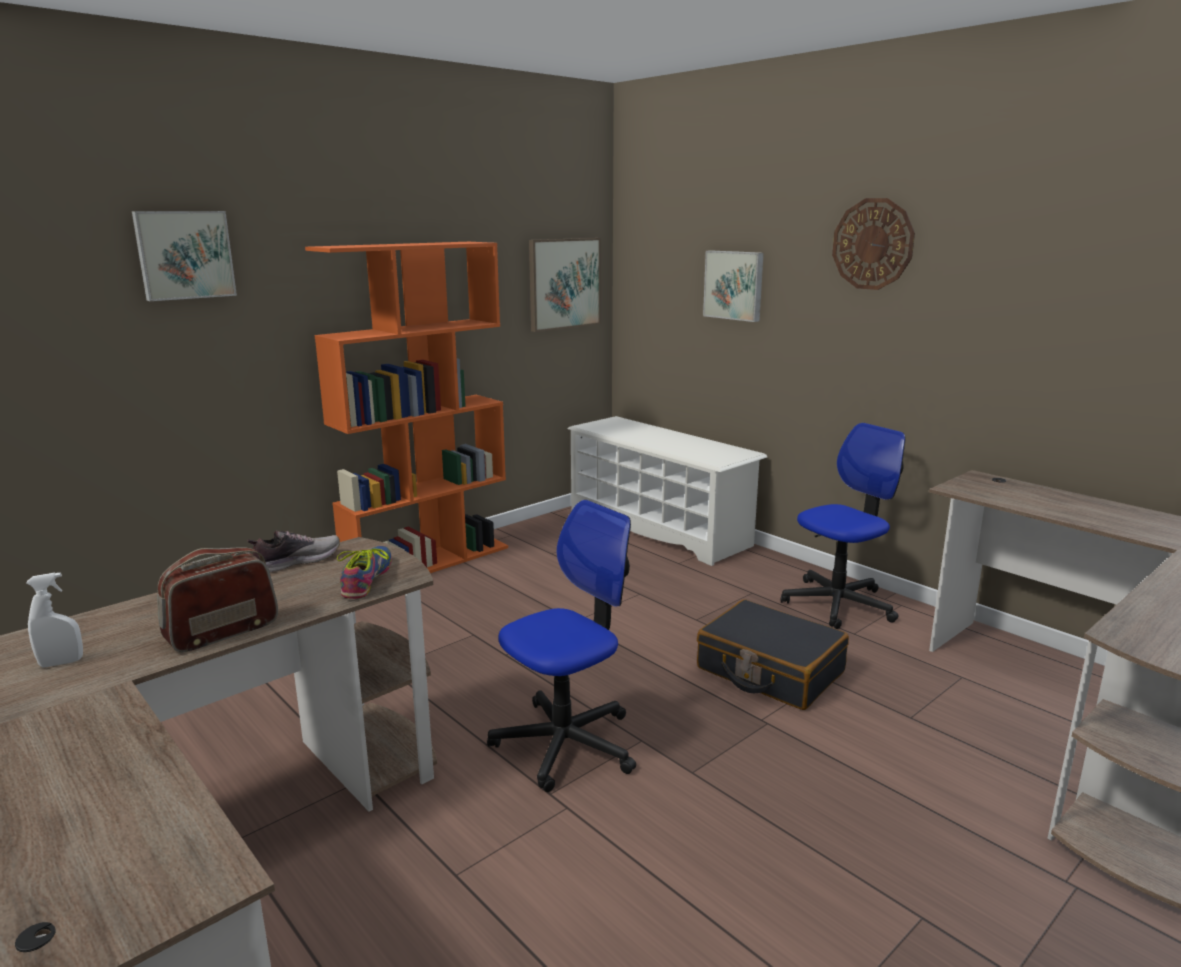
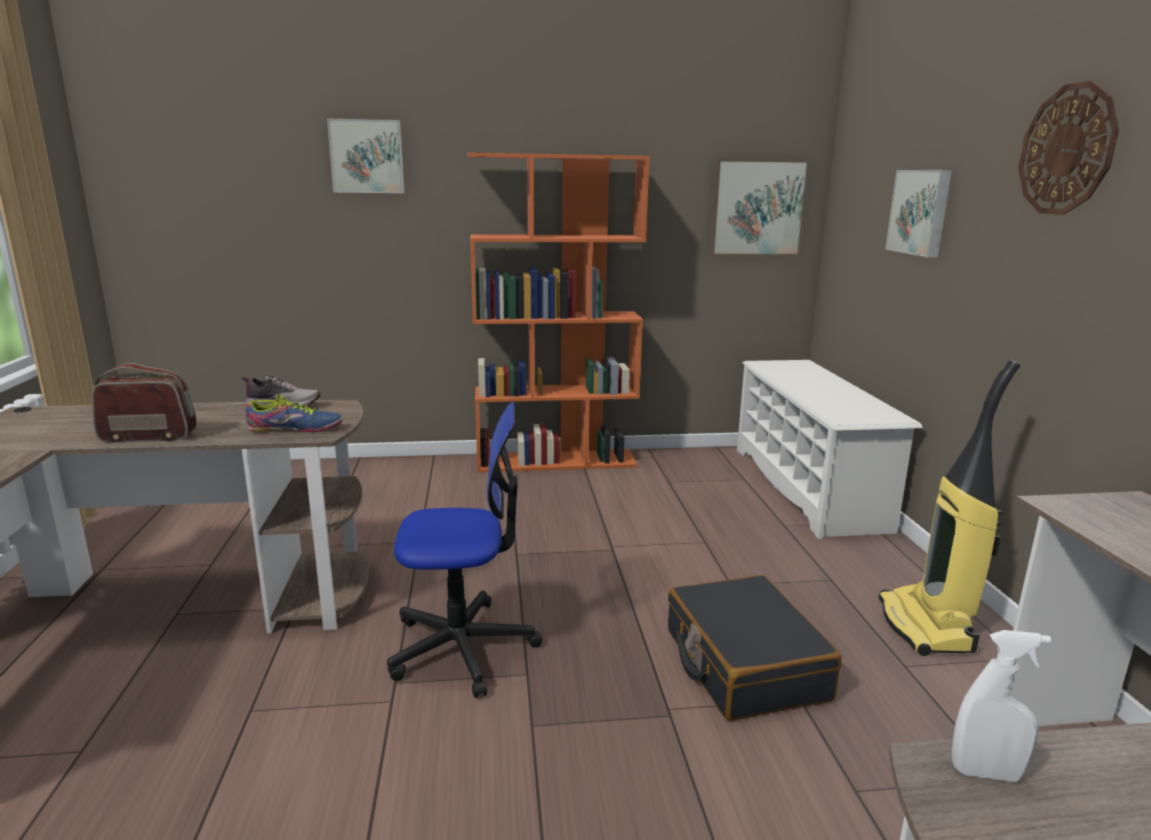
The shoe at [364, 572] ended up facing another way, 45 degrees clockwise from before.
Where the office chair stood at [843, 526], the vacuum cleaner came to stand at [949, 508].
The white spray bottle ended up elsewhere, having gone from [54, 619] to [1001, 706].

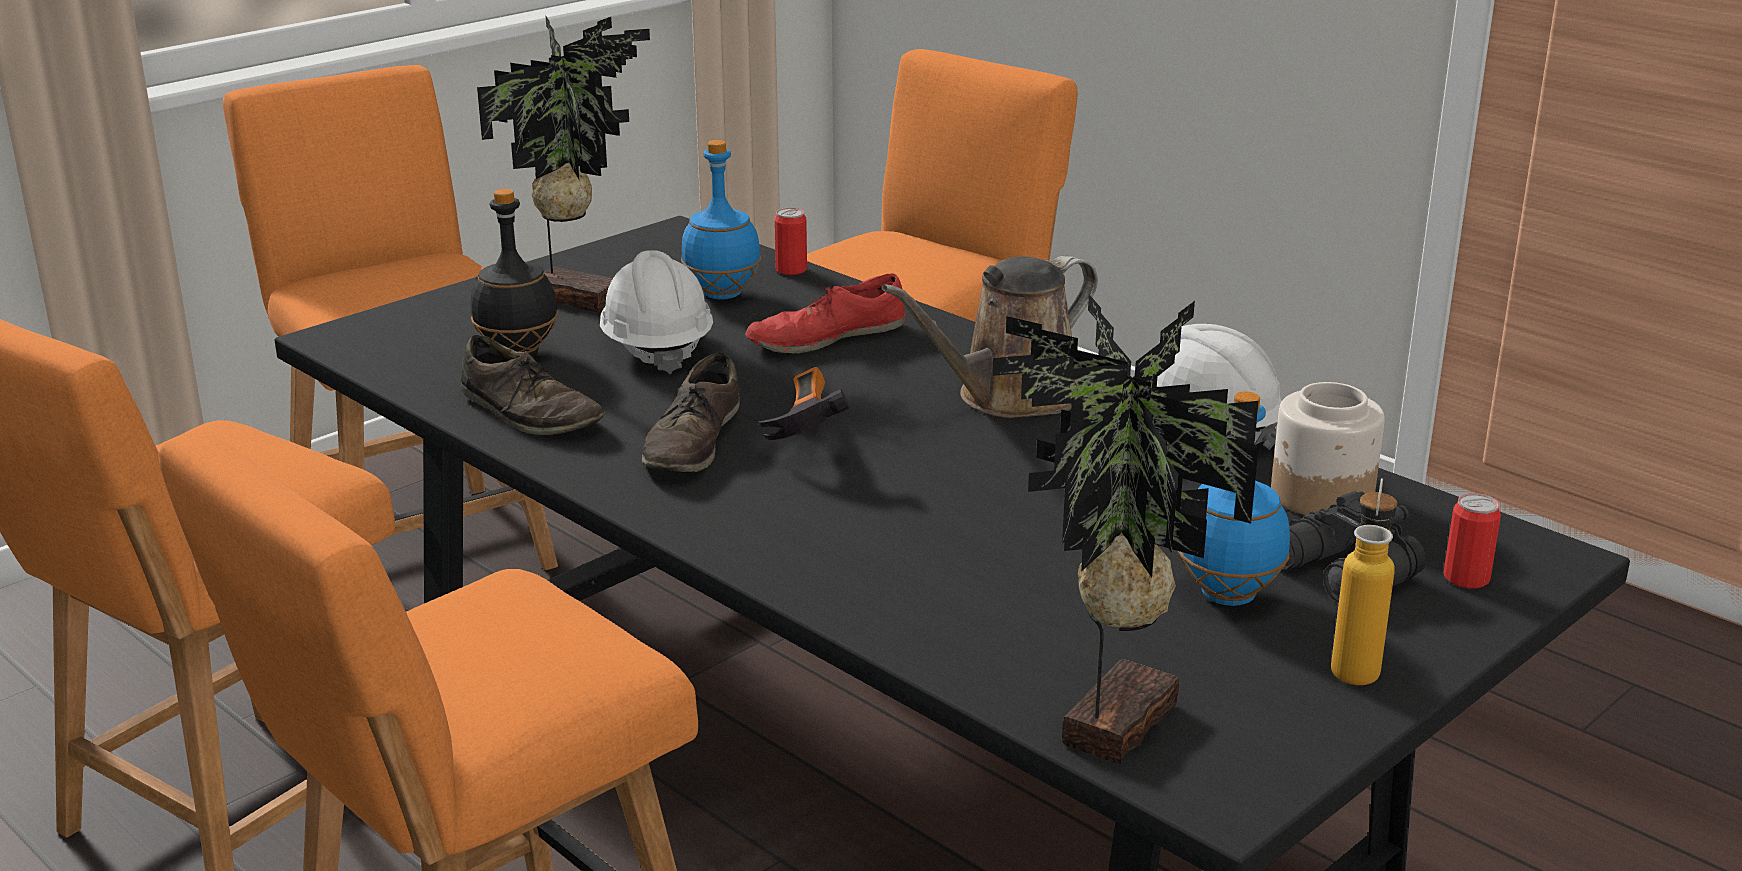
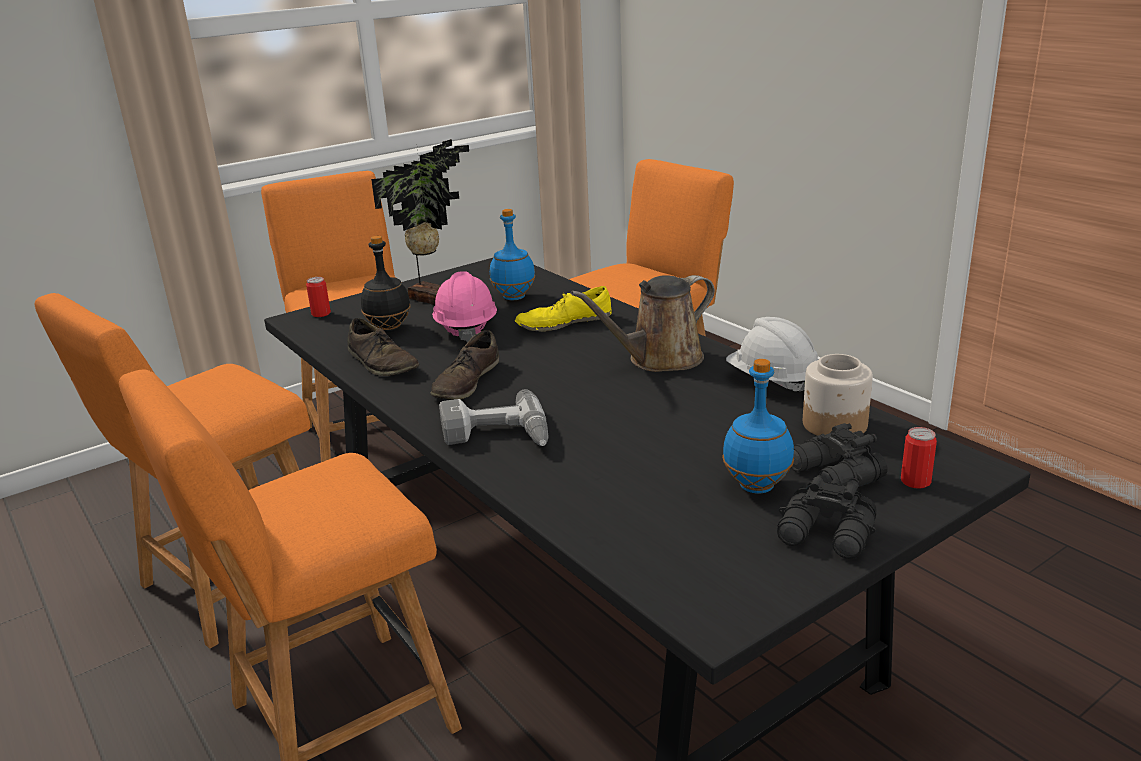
The can ended up elsewhere, having gone from [791, 241] to [318, 297].
What was the white hard hat at [656, 312] turned into the pink hard hat at [464, 306].
The second view gained the power drill at [494, 417].
What was the red shoe at [825, 313] turned into the yellow shoe at [563, 309].
Where the bottle stood at [1364, 581], the black binoculars came to stand at [826, 517].
The second view lost the hammer at [803, 403].
The second view lost the potted plant at [1125, 529].

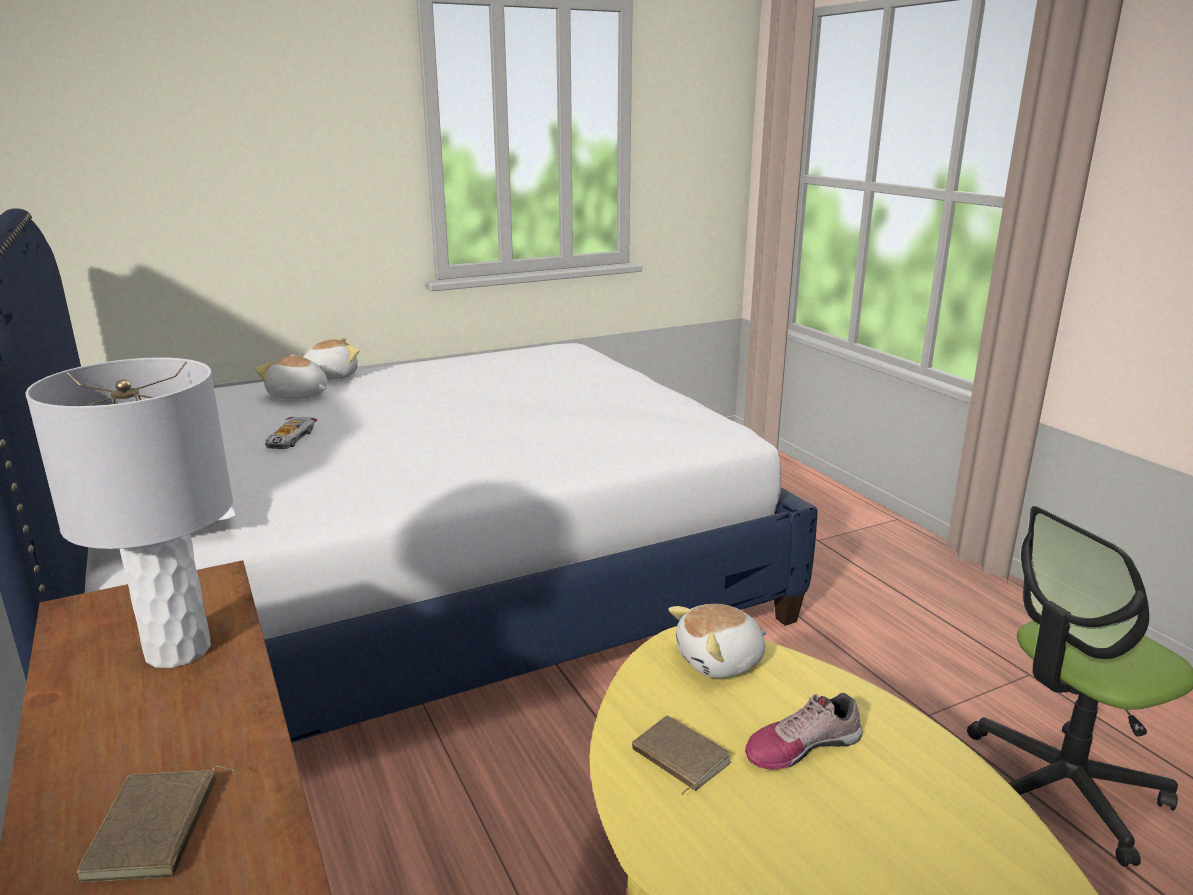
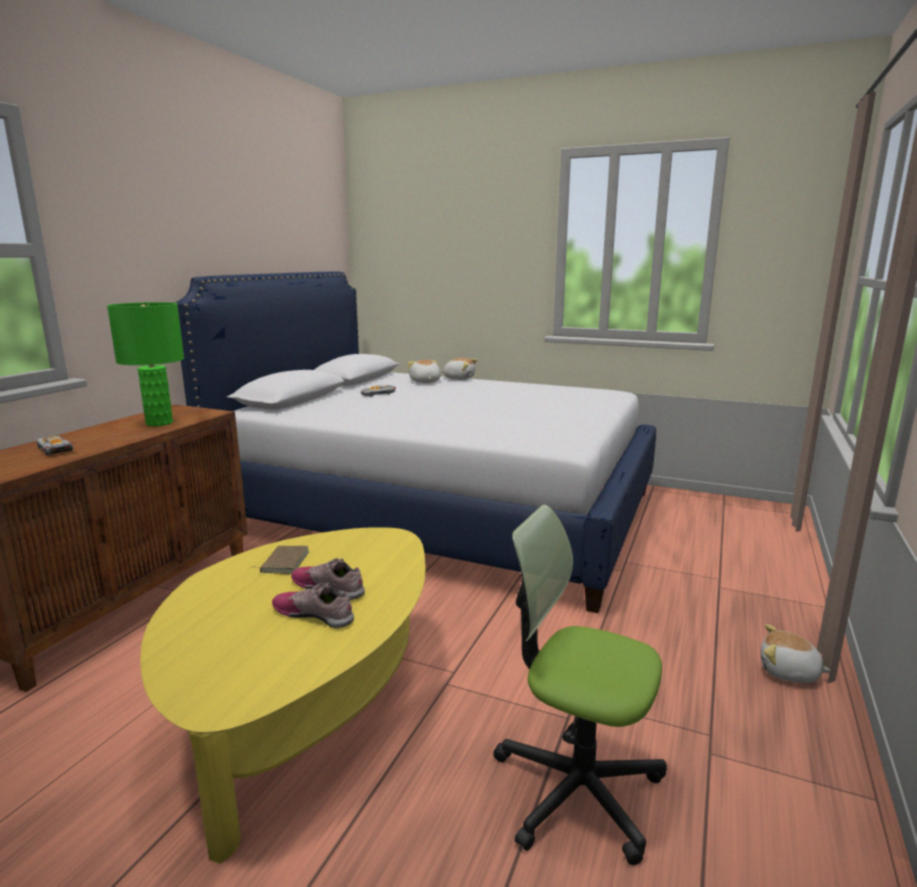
Where the brown book stood at [159, 824], the toy car came to stand at [55, 445].
What was the grey table lamp at [129, 512] turned into the green table lamp at [145, 364].
The second view gained the shoe at [313, 605].
The plush toy ended up elsewhere, having gone from [717, 641] to [795, 653].

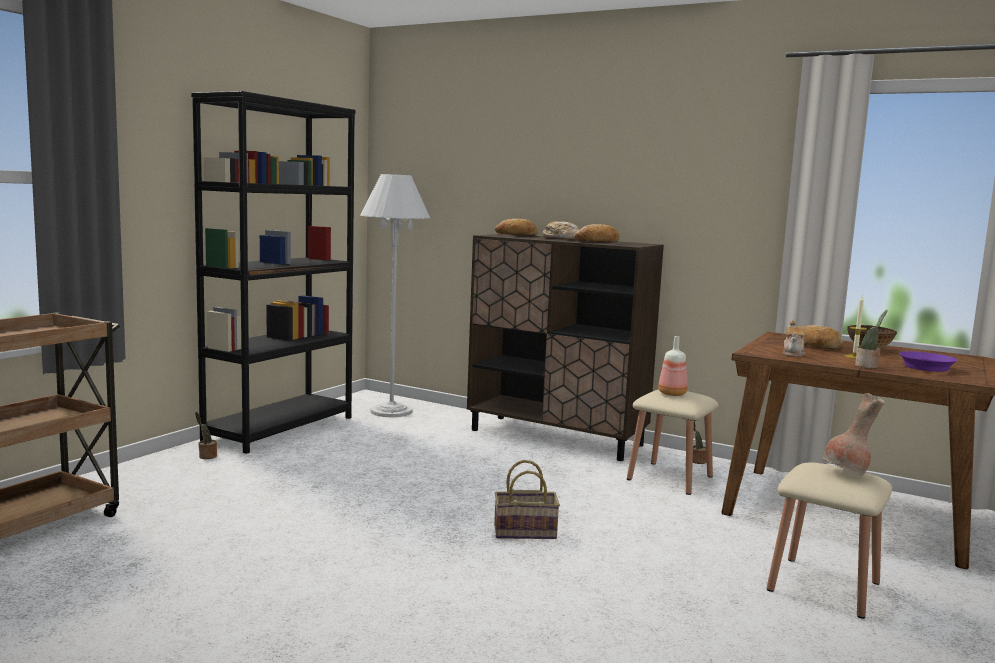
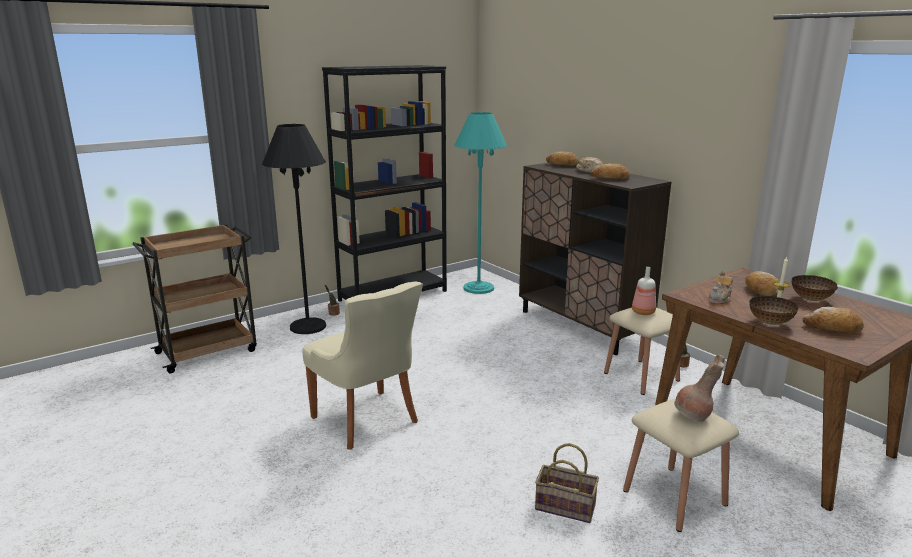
The second view gained the black floor lamp at [294, 229].
The second view gained the beige chair at [362, 365].
What was the white floor lamp at [395, 295] turned into the turquoise floor lamp at [480, 203].
The basket ended up elsewhere, having gone from [527, 499] to [567, 483].
Where the potted plant stood at [871, 339], the bowl came to stand at [773, 310].
Where the purple frying pan stood at [928, 361], the bread came to stand at [833, 320].

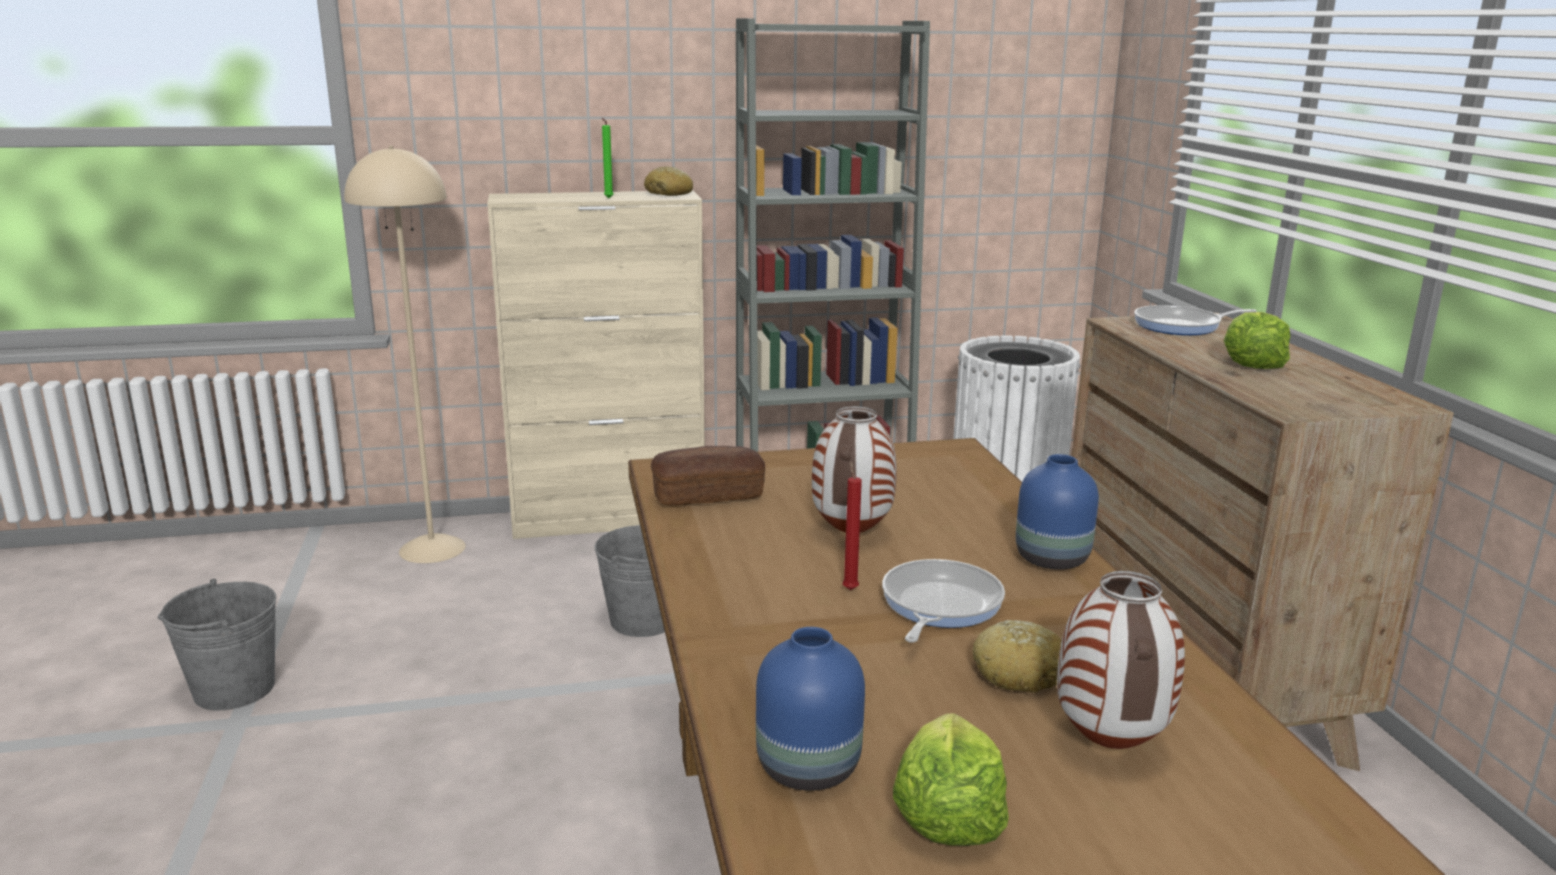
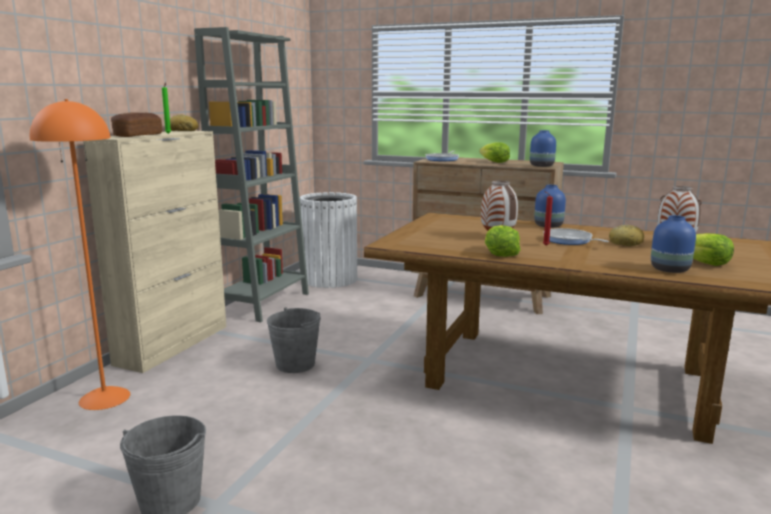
What was the beige floor lamp at [405, 354] turned into the orange floor lamp at [80, 254].
The bread ended up elsewhere, having gone from [708, 476] to [136, 124].
The second view gained the lettuce at [503, 241].
The second view gained the blue vase at [543, 148].

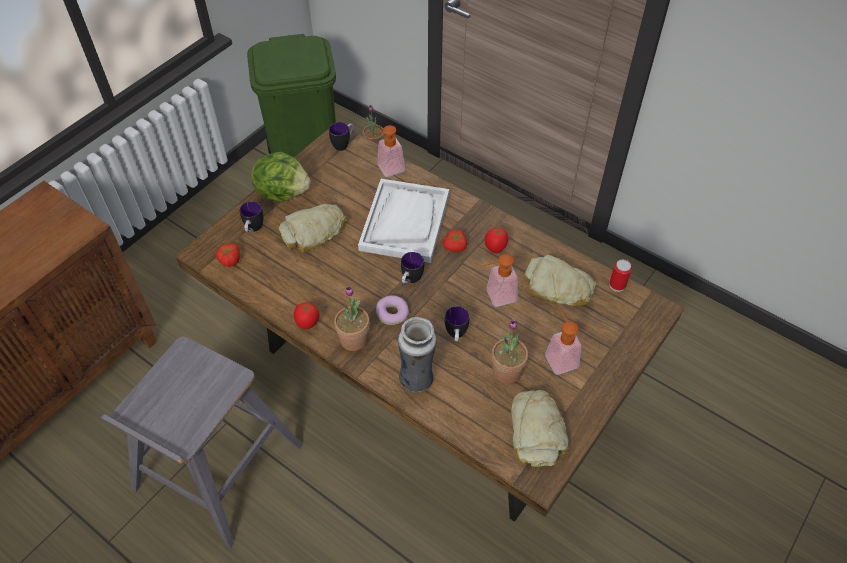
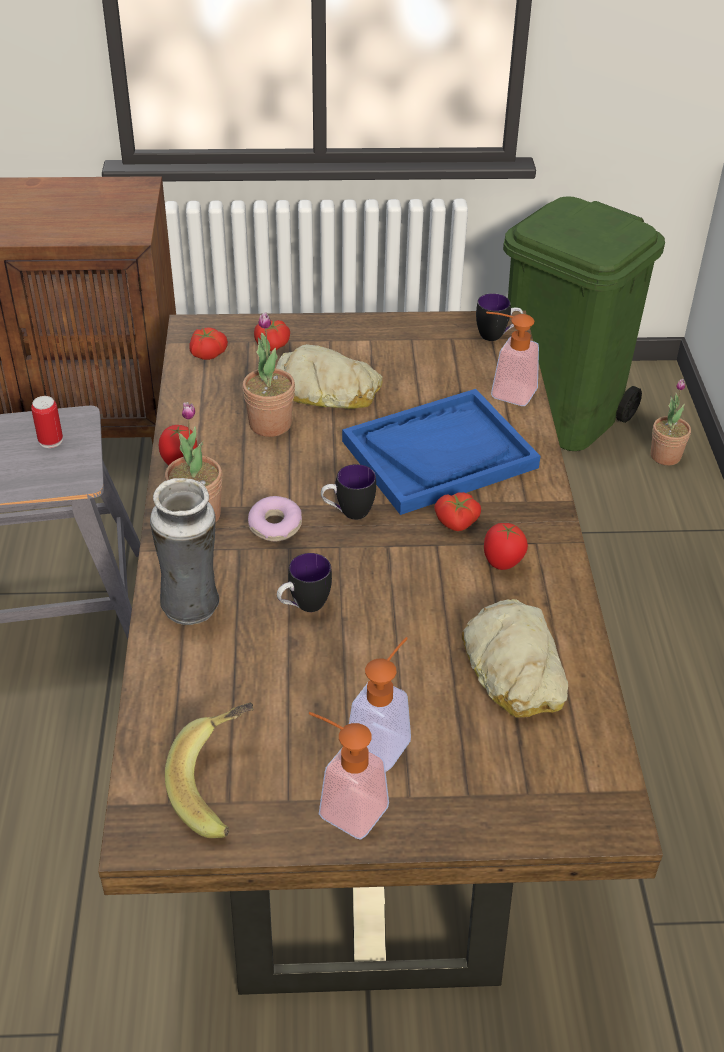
The can ended up elsewhere, having gone from [620, 276] to [47, 422].
Where the bread stood at [540, 428], the banana came to stand at [209, 770].
The potted plant ended up elsewhere, having gone from [510, 351] to [268, 374].
Where the mug stood at [251, 216], the tomato came to stand at [272, 335].
The soap dispenser ended up elsewhere, having gone from [500, 280] to [349, 776].
What was the white tray at [403, 221] turned into the blue tray at [441, 452].
The second view lost the lettuce at [281, 177].

